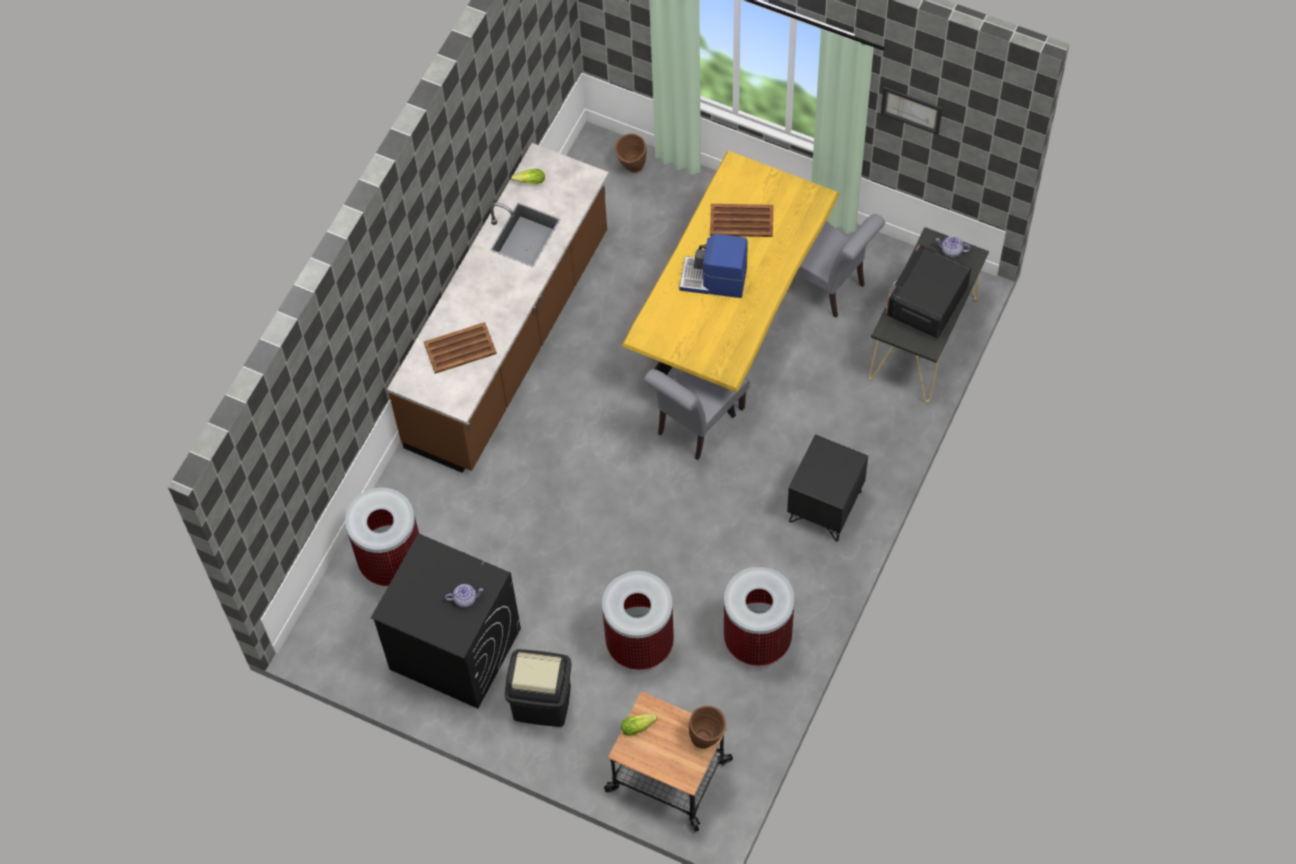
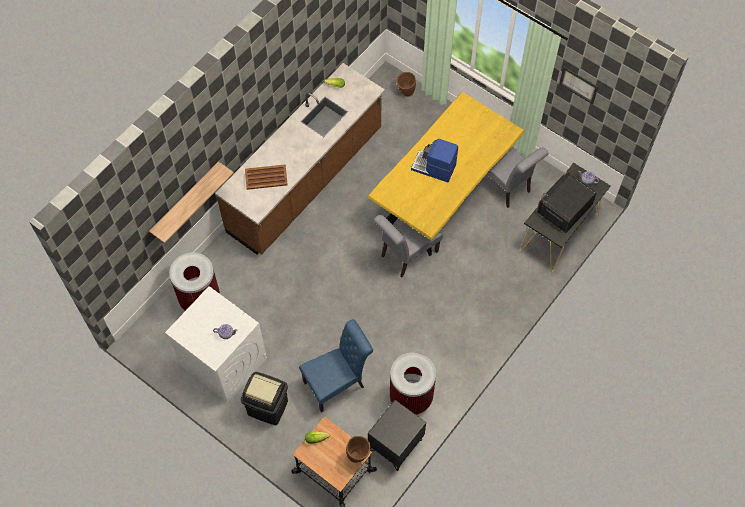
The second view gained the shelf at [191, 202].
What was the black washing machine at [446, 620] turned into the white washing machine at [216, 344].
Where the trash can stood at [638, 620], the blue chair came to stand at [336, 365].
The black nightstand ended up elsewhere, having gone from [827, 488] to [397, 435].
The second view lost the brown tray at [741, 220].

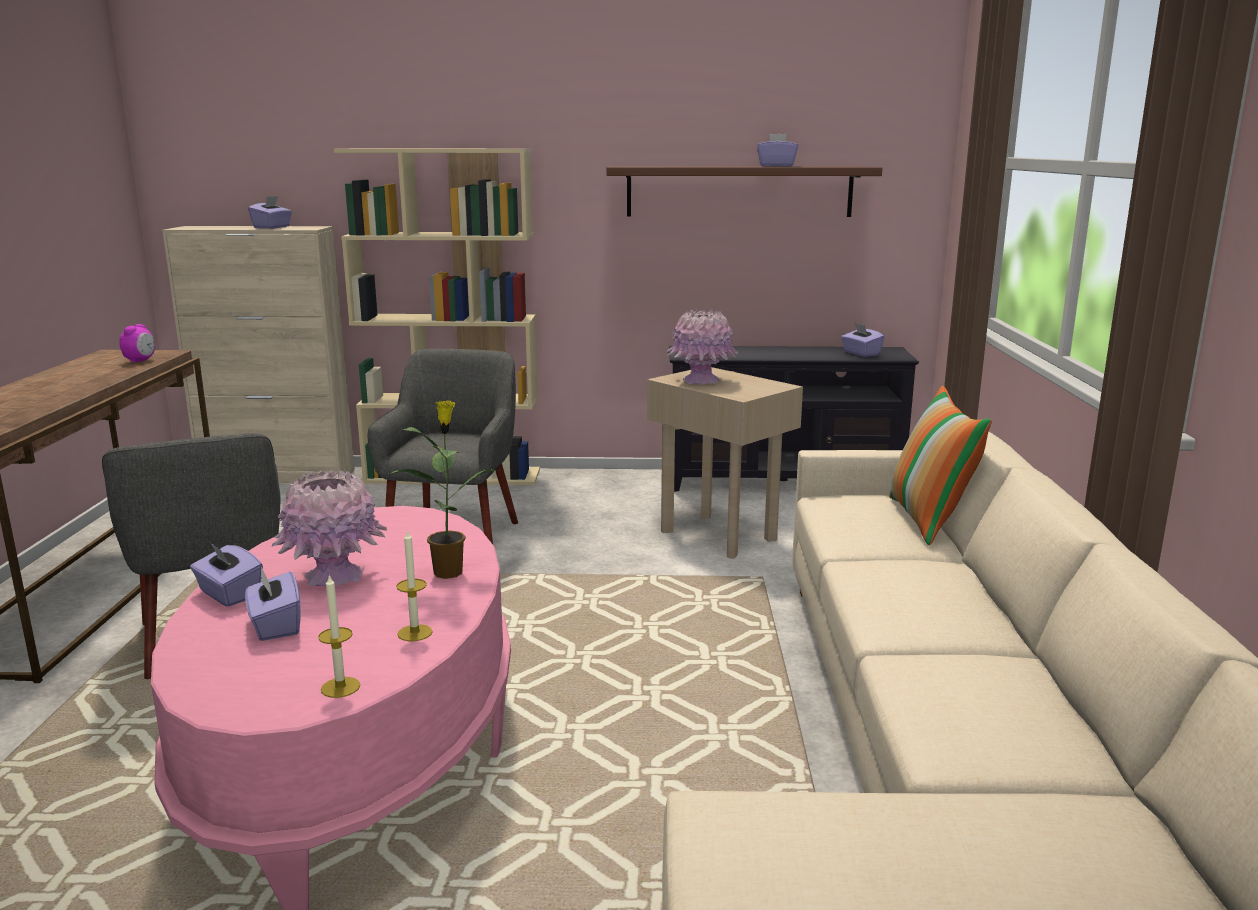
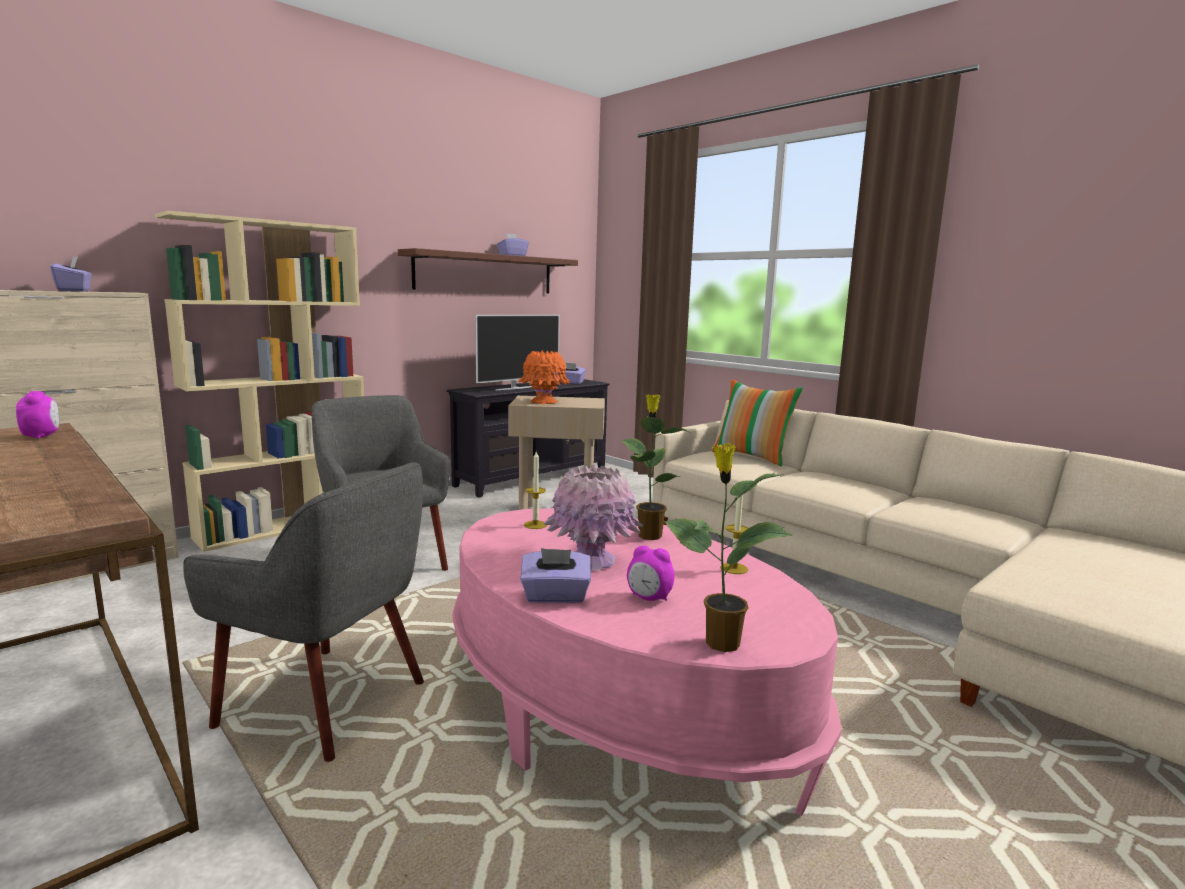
The second view gained the television at [517, 352].
What was the pink vase at [702, 347] turned into the orange vase at [544, 377].
The candle ended up elsewhere, having gone from [339, 636] to [535, 490].
Where the purple tissue box stood at [272, 604], the alarm clock came to stand at [651, 573].
The second view gained the potted plant at [728, 547].

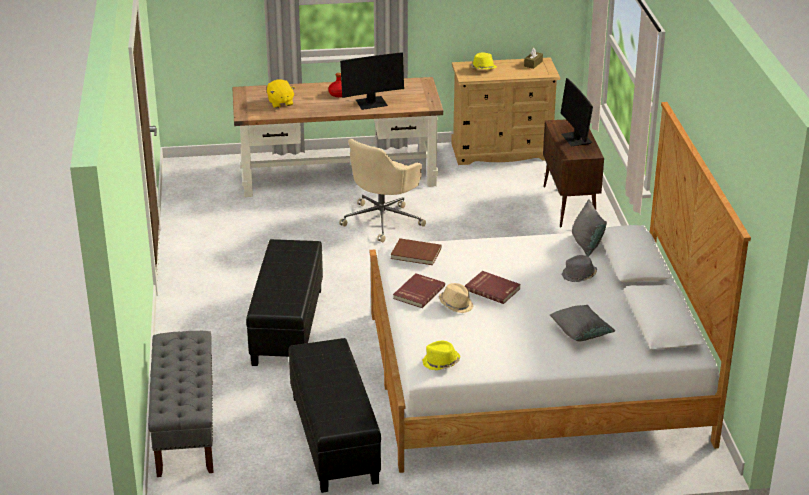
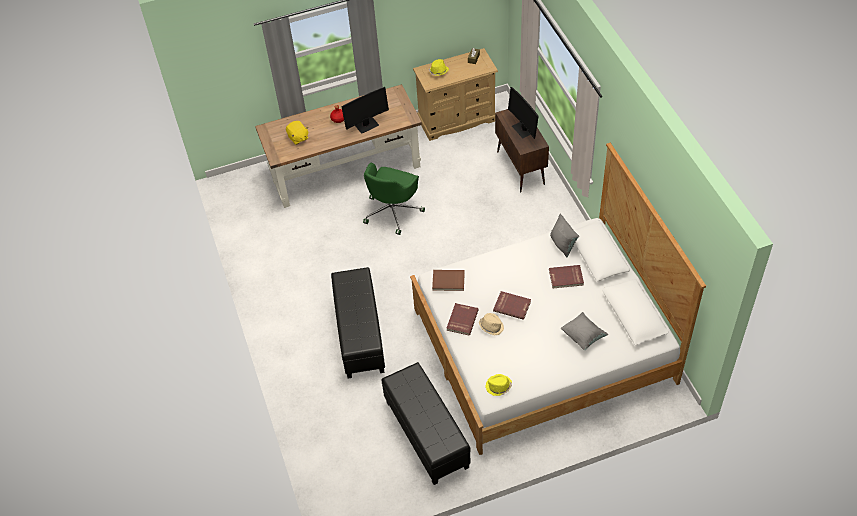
What was the beige office chair at [382, 190] turned into the green office chair at [394, 199].
Where the grey hat stood at [579, 268], the red book came to stand at [566, 276].
The second view lost the grey bench at [180, 404].

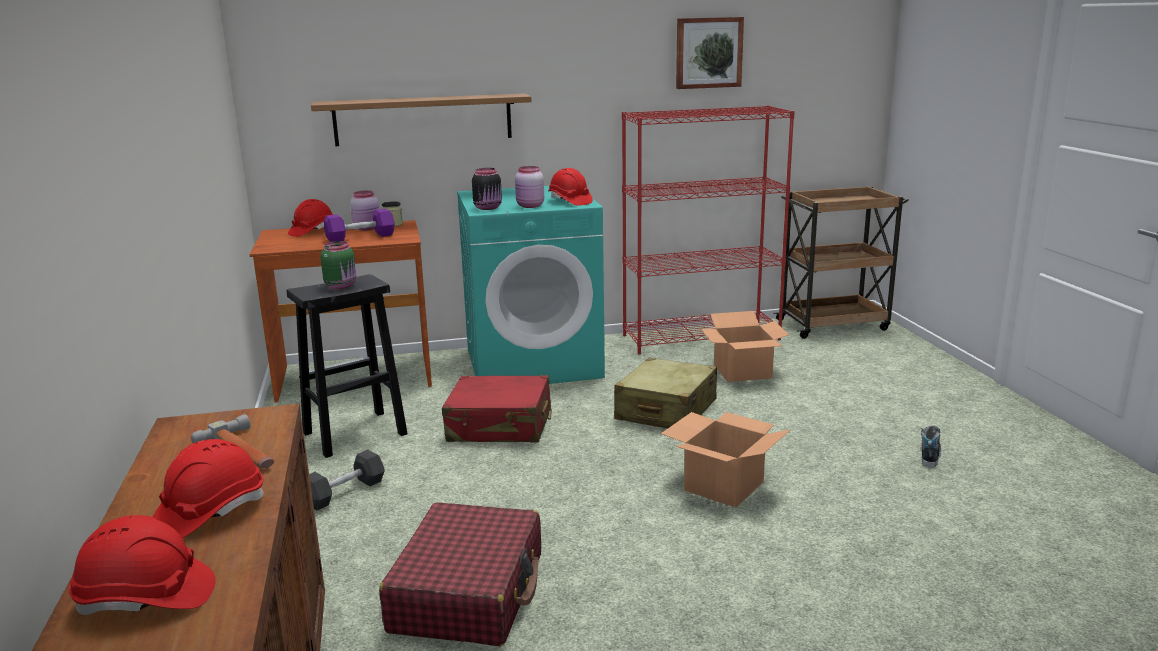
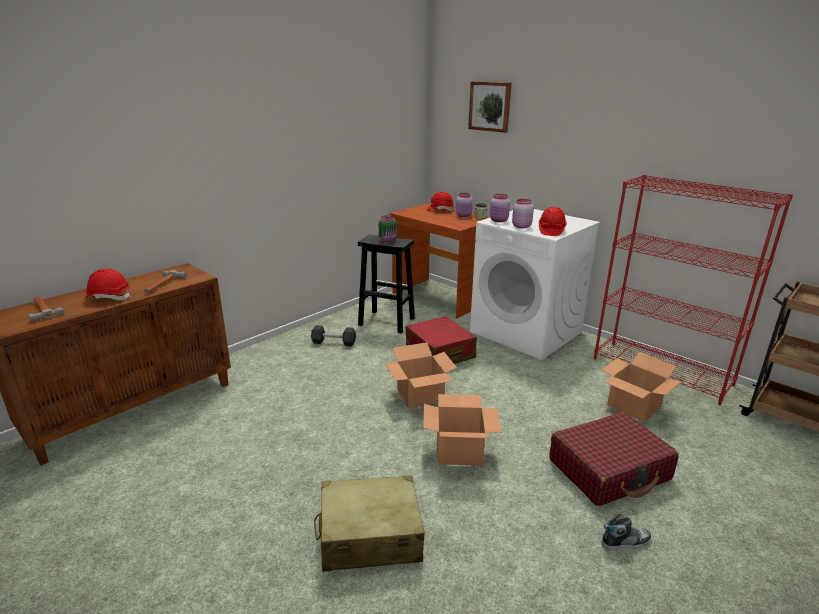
Where the red hard hat stood at [142, 565], the hammer came to stand at [46, 309].
The beige suitcase ended up elsewhere, having gone from [665, 393] to [369, 523].
The second view gained the cardboard box at [421, 375].
The picture ended up elsewhere, having gone from [710, 53] to [490, 107].
What was the turquoise washing machine at [531, 285] turned into the white washing machine at [535, 284].
What was the black jar at [487, 189] turned into the pink jar at [500, 208].
The red suitcase ended up elsewhere, having gone from [460, 574] to [614, 459].
The second view lost the shelf at [421, 119].
The second view lost the purple dumbbell at [359, 225].

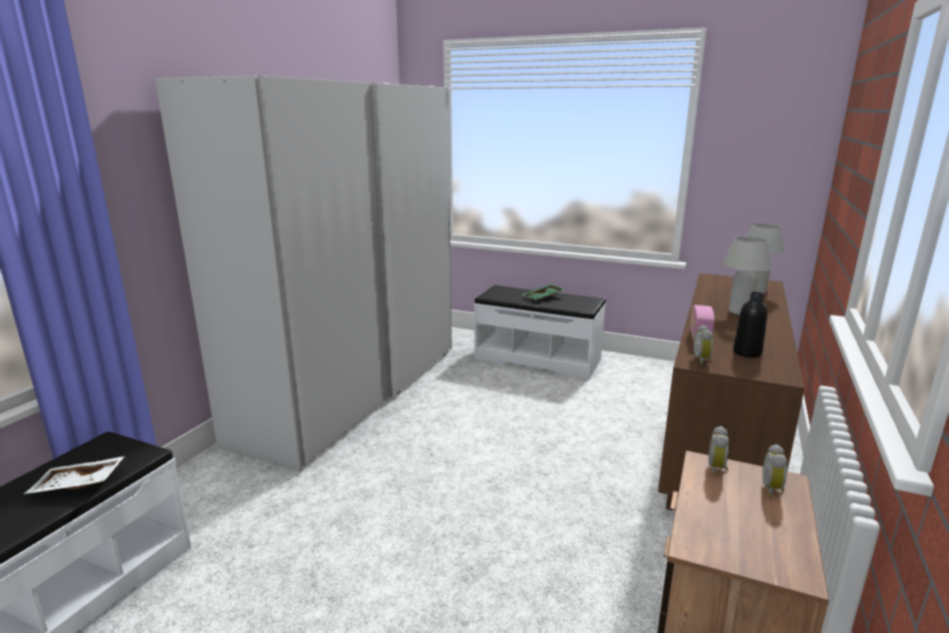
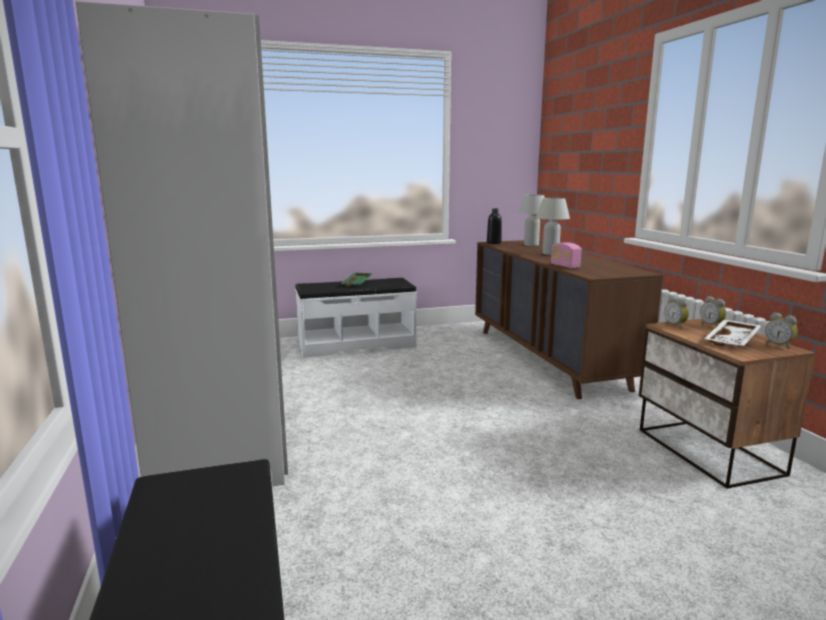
The black bottle ended up elsewhere, having gone from [750, 325] to [494, 226].
The white tray ended up elsewhere, having gone from [74, 475] to [733, 333].
The alarm clock ended up elsewhere, having gone from [703, 344] to [781, 330].

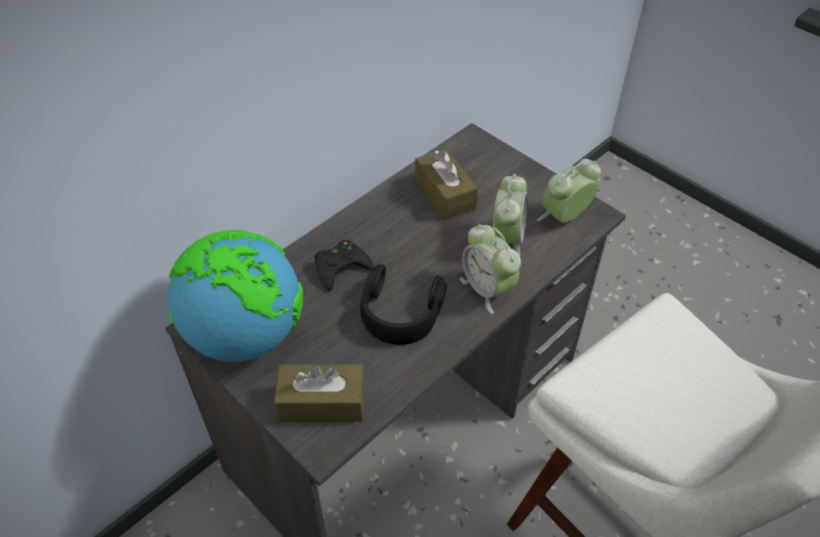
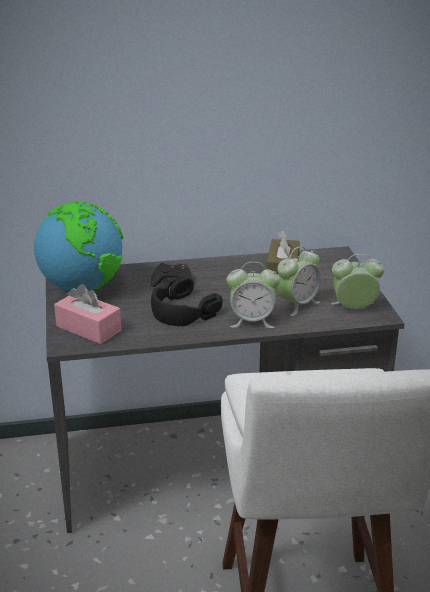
What was the brown tissue box at [319, 393] turned into the pink tissue box at [88, 314].
The alarm clock at [490, 269] ended up facing another way, 90 degrees counterclockwise from before.

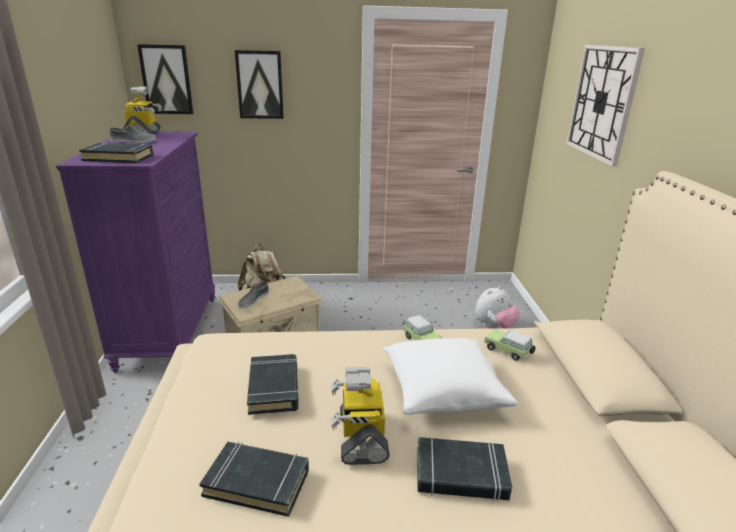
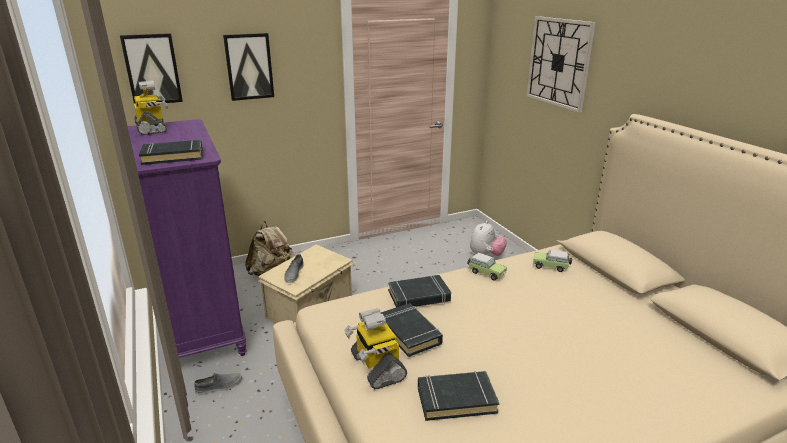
The grey shoe ended up elsewhere, having gone from [132, 134] to [218, 384].
The toy robot ended up elsewhere, having gone from [360, 416] to [375, 349].
The black book ended up elsewhere, having gone from [464, 469] to [419, 291].
The second view lost the white pillow at [450, 376].

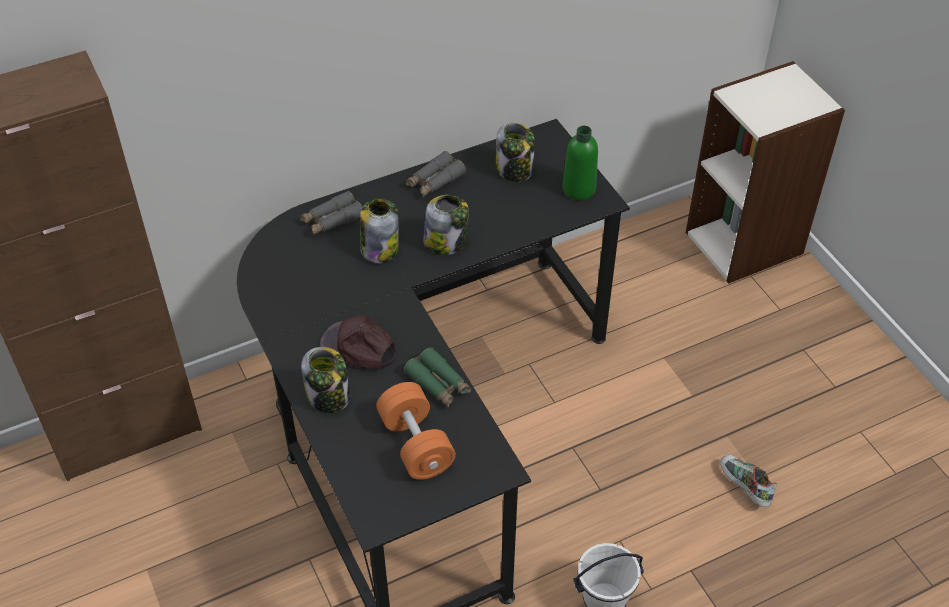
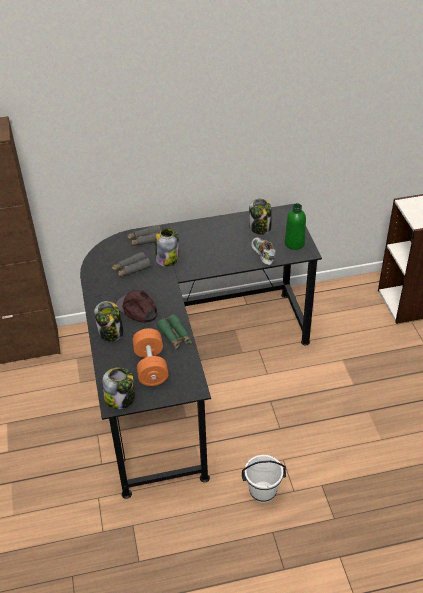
The jar ended up elsewhere, having gone from [446, 225] to [119, 388].
The grey binoculars ended up elsewhere, having gone from [435, 174] to [131, 264].
The shoe ended up elsewhere, having gone from [748, 481] to [263, 251].

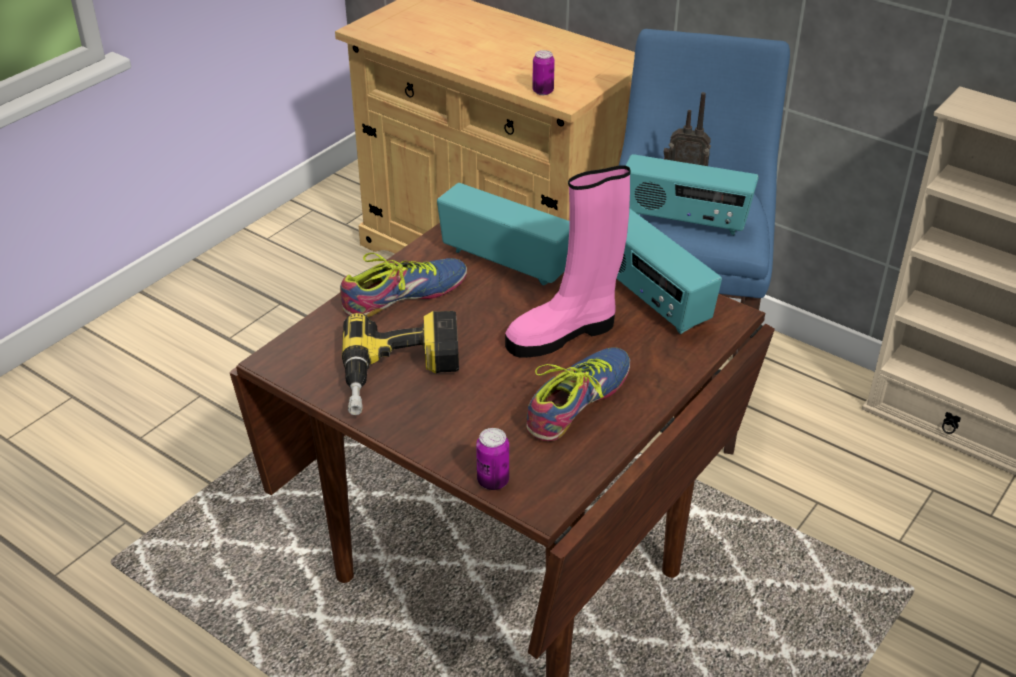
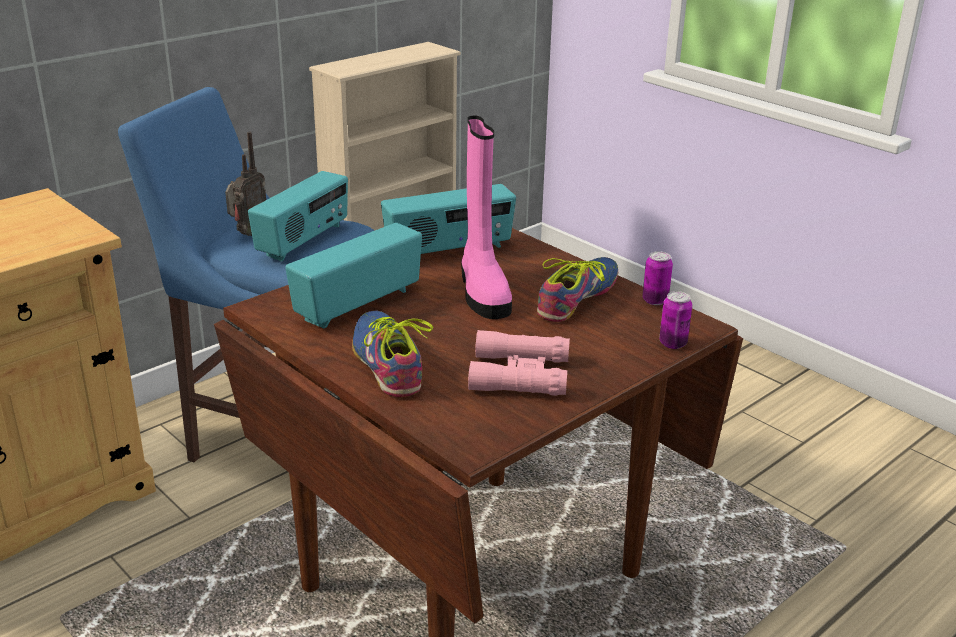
Where the power drill stood at [400, 363], the pink binoculars came to stand at [519, 363].
The shoe at [578, 394] ended up facing another way, 75 degrees clockwise from before.
The can ended up elsewhere, having gone from [543, 72] to [657, 278].

